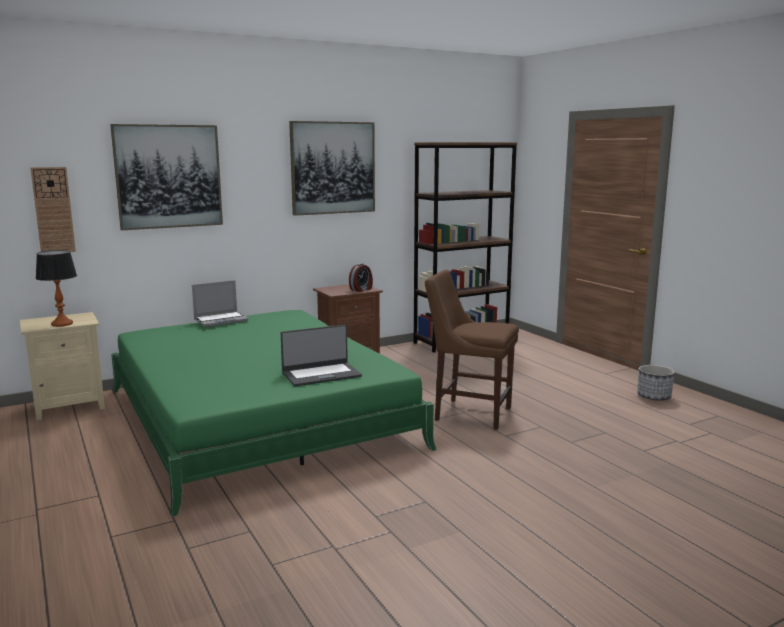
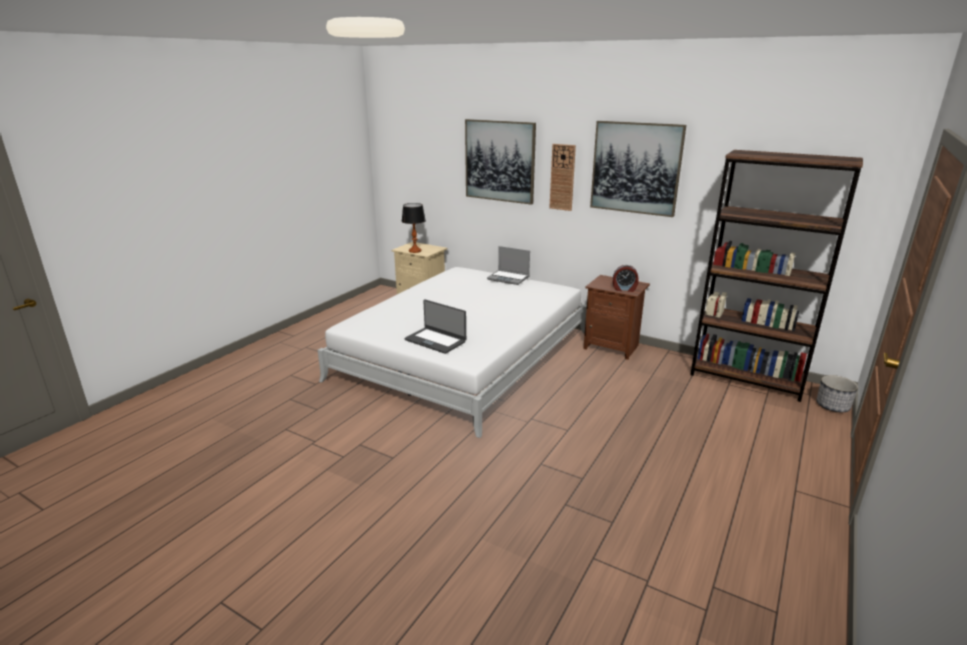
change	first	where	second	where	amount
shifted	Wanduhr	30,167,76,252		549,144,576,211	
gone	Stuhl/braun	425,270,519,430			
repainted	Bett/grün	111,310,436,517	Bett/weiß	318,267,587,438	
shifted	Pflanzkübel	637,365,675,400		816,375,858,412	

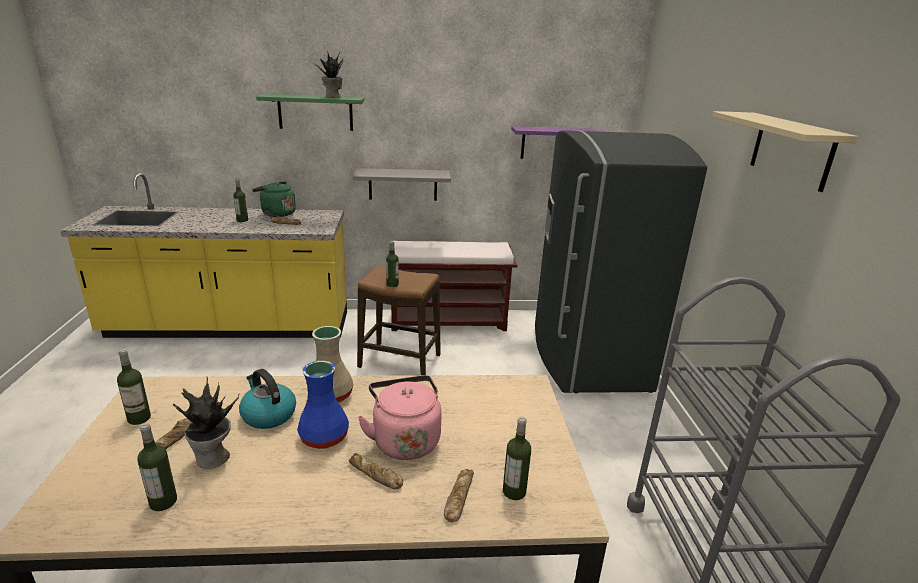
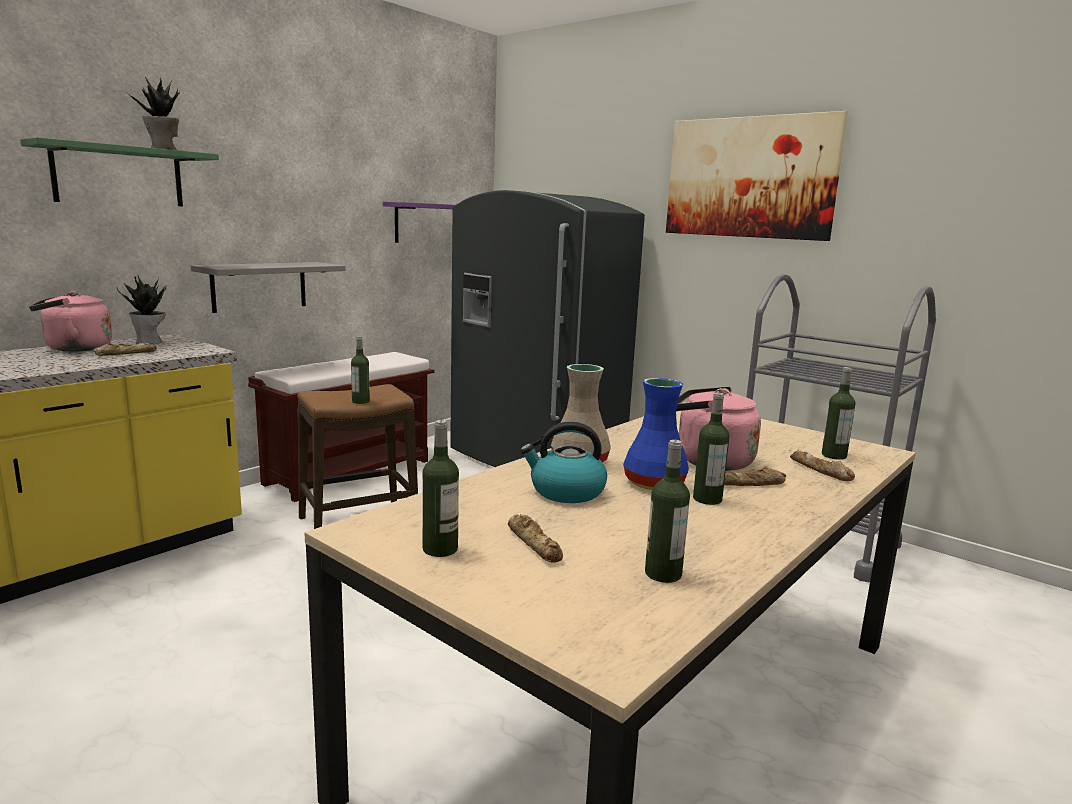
change	first	where	second	where	amount
swapped	Wandregal/beige	712,111,858,192	Bild	666,111,848,241	
shifted	Flasche	233,179,248,222		693,392,730,505	
repainted	Wasserkessel/grün	252,181,296,217	Wasserkessel/rosa	29,291,112,352	
shifted	Topfpflanze	173,377,239,469		116,274,166,344	

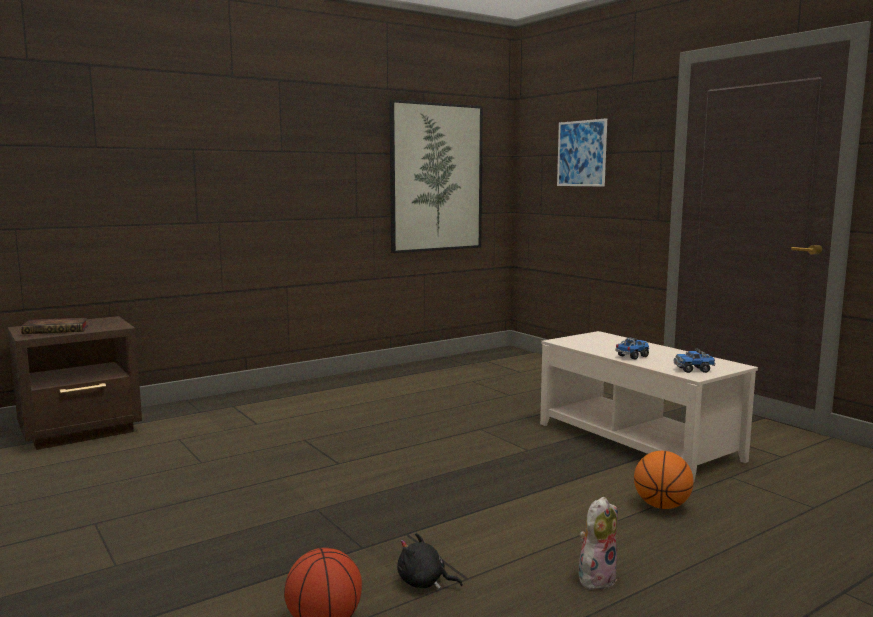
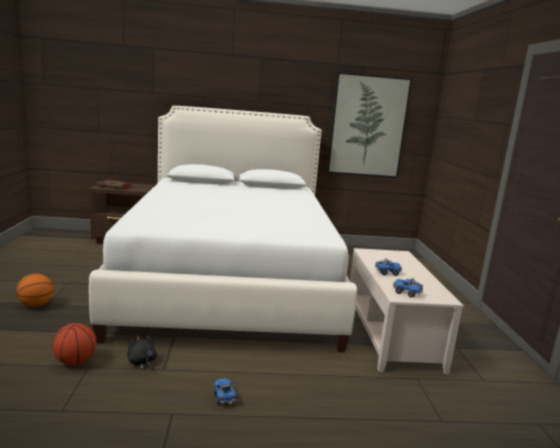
change	first	where	second	where	amount
gone	Bild	557,118,607,187			
shifted	Basketball	634,451,694,509		16,273,54,307	
swapped	Plüschtier	579,497,618,590	Spielzeuglaster	213,378,237,404	
new			Bett/weiß	89,106,357,352	

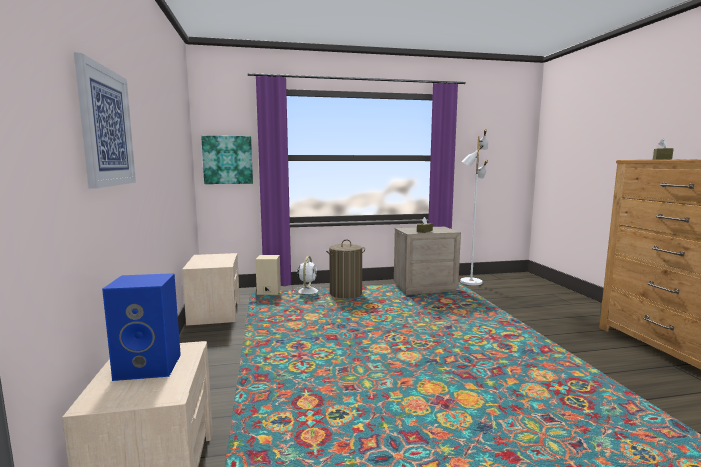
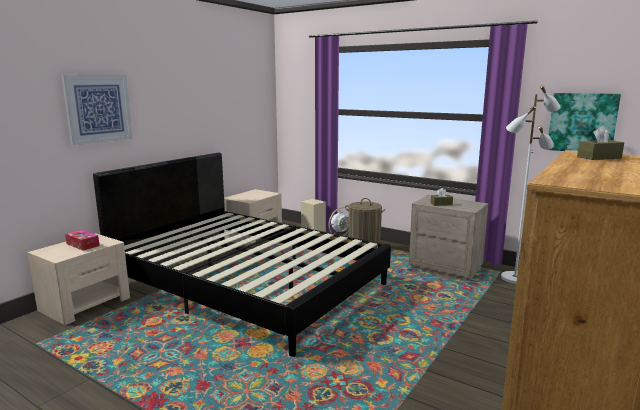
change	first	where	second	where	amount
shifted	Bild	201,136,253,184		549,93,621,151	
swapped	Lautsprecher/blau	102,273,181,381	Taschentuchbox	65,230,100,251	
new			Bett/schwarz	93,152,391,357	

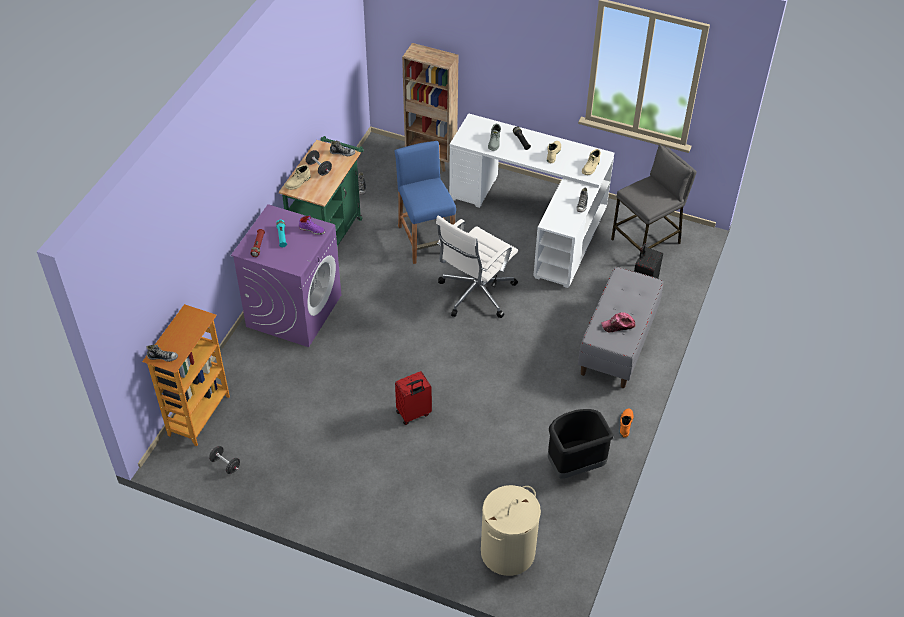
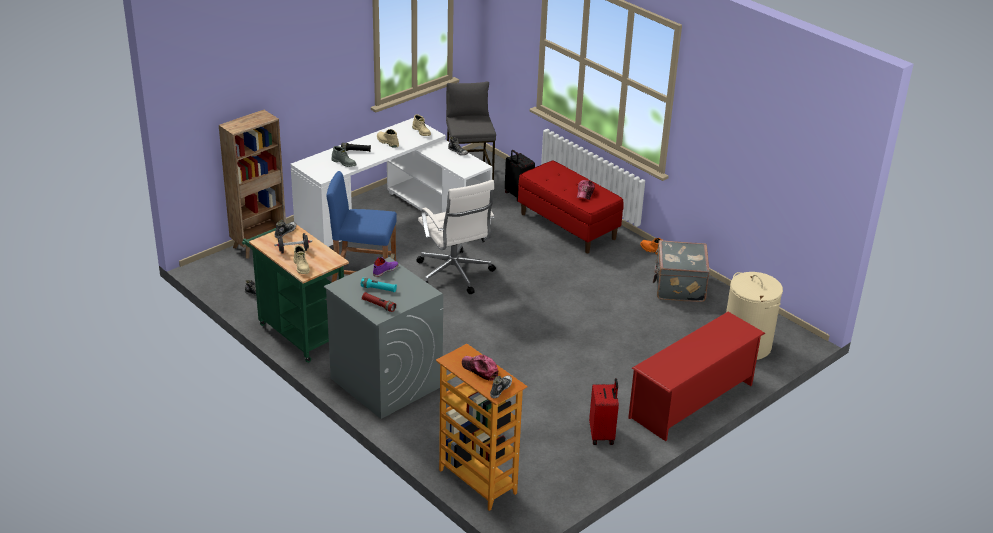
change	first	where	second	where	amount
repainted	Waschmaschine/lila	231,204,341,347	Waschmaschine/grau	324,257,443,419	
repainted	Bank/grau	578,267,663,388	Bank/rot	518,160,623,253	
shifted	Koffer/rot	395,371,432,425		589,378,619,445	
swapped	Mülleimer/schwarz	548,409,614,479	Koffer/grau	653,240,710,302	
gone	Hantel/schwarz	209,446,240,474			
new			Schuhregal/rot	628,312,765,441	
new			Kappe	462,355,498,381	

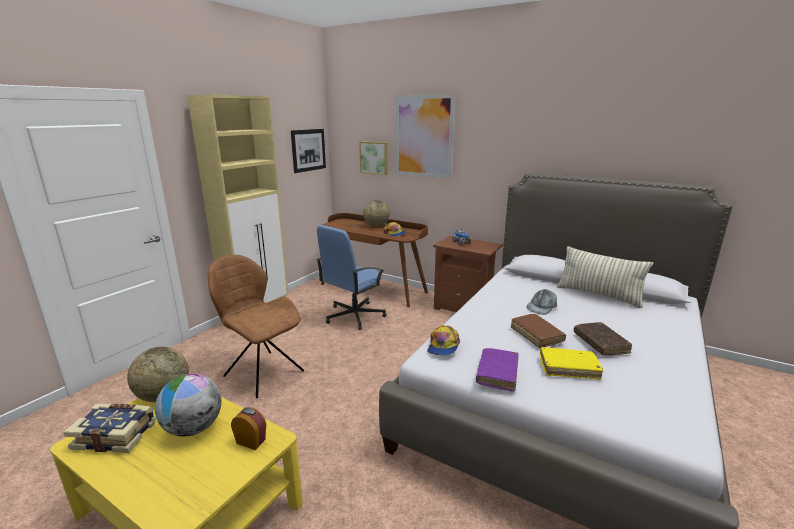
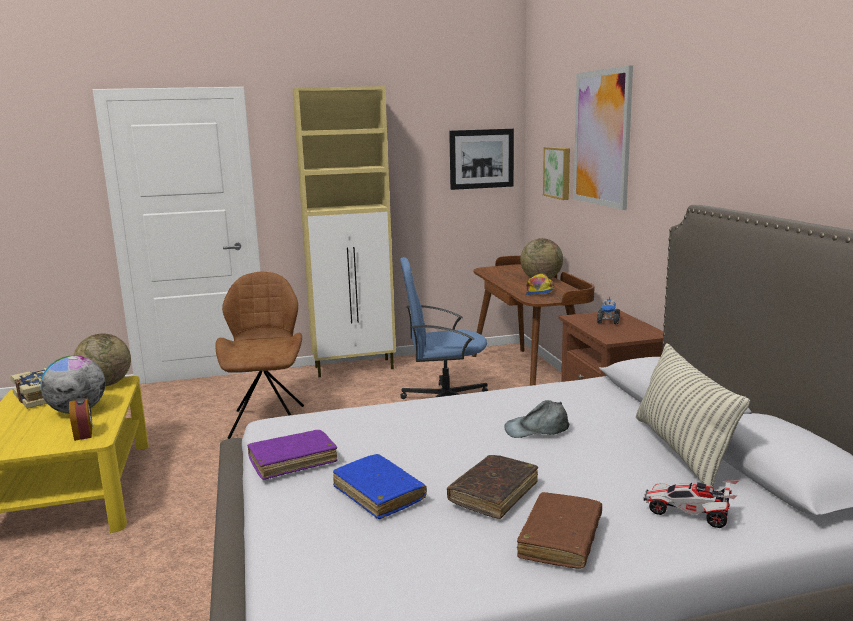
change	first	where	second	where	amount
shifted	Buch/braun	511,314,566,348		517,492,602,569	
gone	Kappe	427,325,460,355			
repainted	Buch/gelb	540,347,604,380	Buch/blau	333,454,427,519	
new			Spielzeugauto	643,480,738,528	

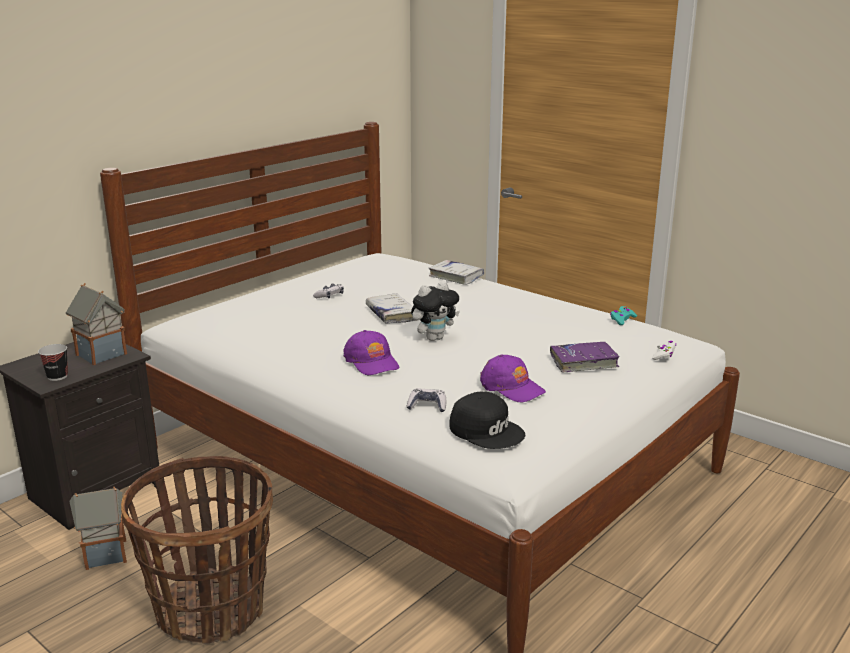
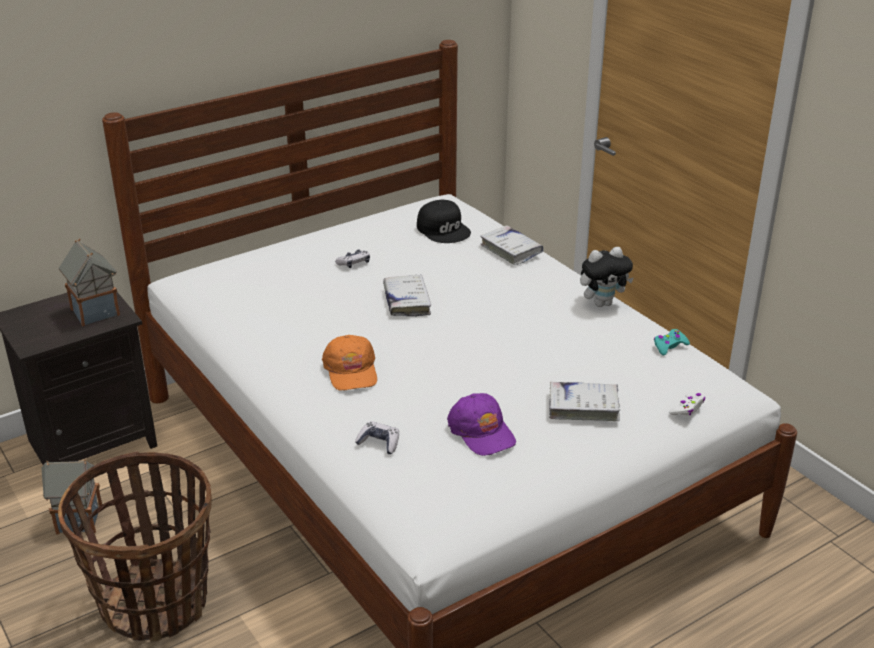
change	first	where	second	where	amount
shifted	Plüschtier	411,281,460,341		580,247,634,307	
repainted	Kappe/lila	343,330,399,376	Kappe/orange	322,335,377,391	
repainted	Buch/lila	550,342,620,373	Buch/weiß	549,382,621,421	
gone	Tasse	38,344,68,381			
shifted	Kappe/schwarz	449,392,525,449		417,200,471,243	

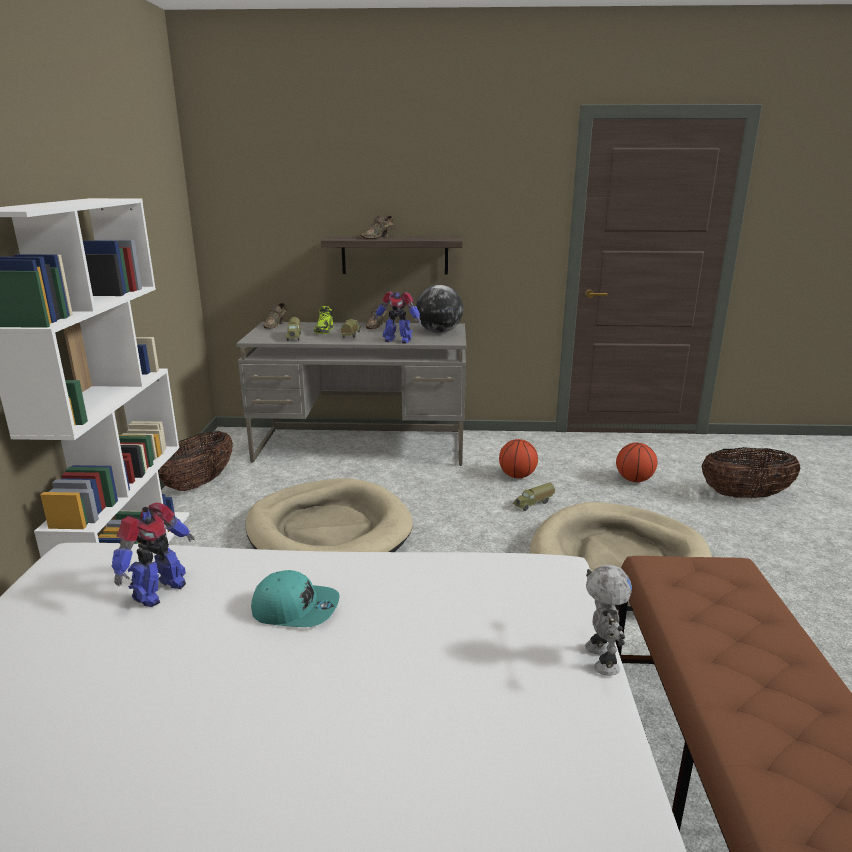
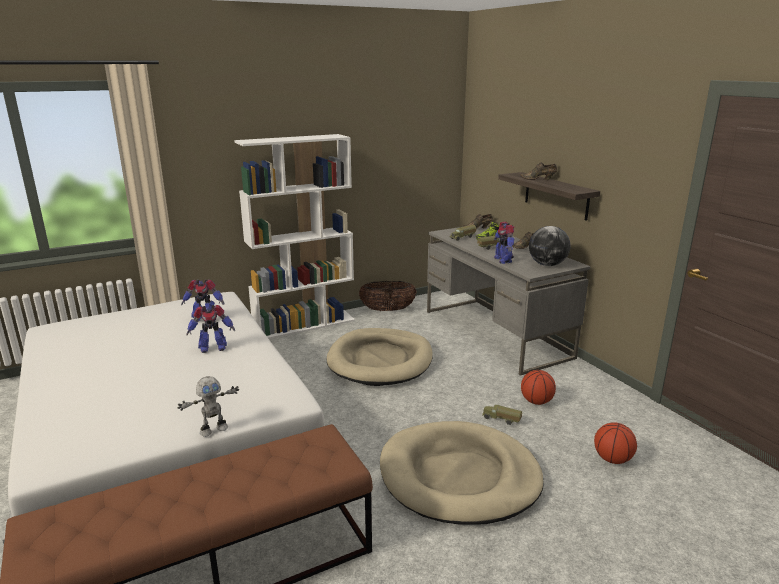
change	first	where	second	where	amount
gone	Korb	702,447,800,498			
swapped	Kappe/türkis	251,570,340,627	Spielzeugroboter	187,305,235,353	

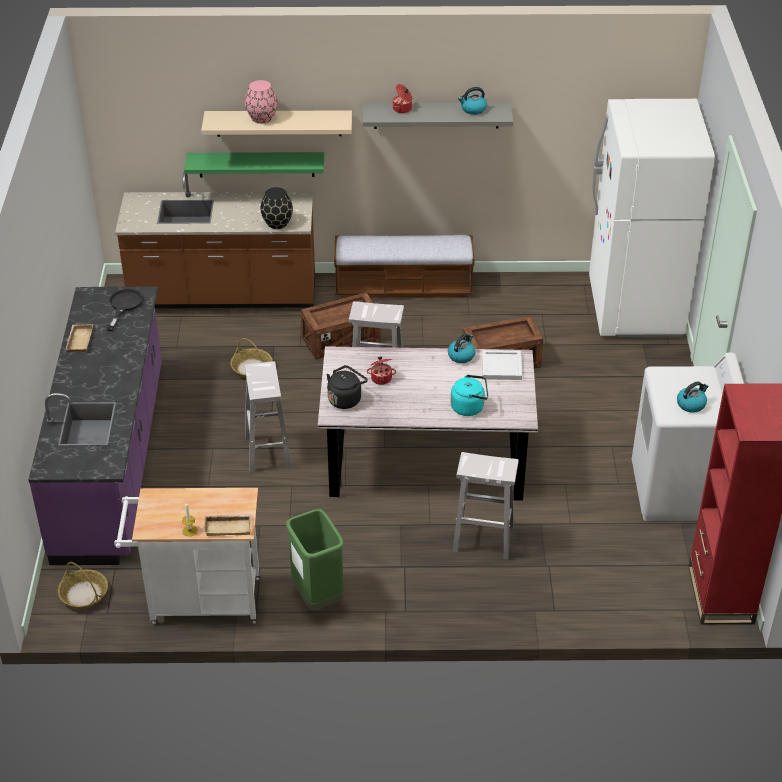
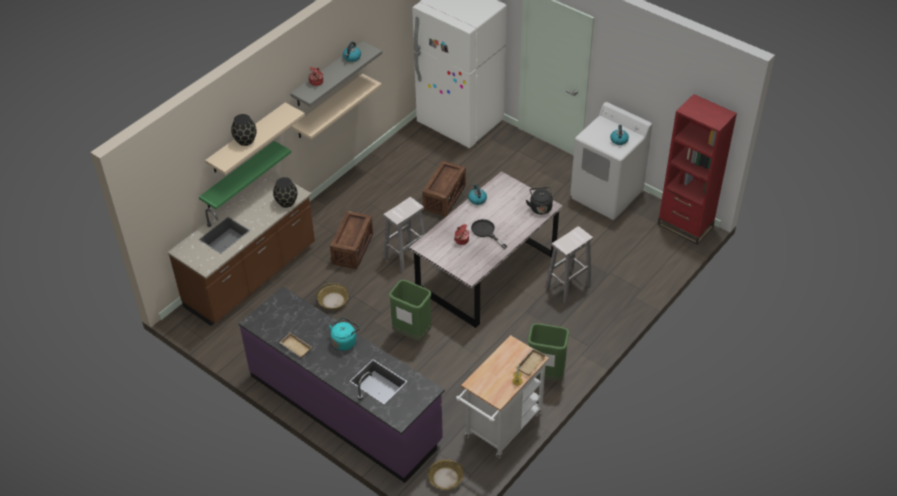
change	first	where	second	where	amount
repainted	Vase/rosa	245,80,278,124	Vase/schwarz	231,114,257,146	
gone	Bank	334,235,475,298			
shifted	Pfanne/schwarz	107,289,143,331		471,219,507,249	
gone	Tablett/weiß	482,350,522,380			
swapped	Hocker/weiß	245,361,292,473	Mülleimer/grün	389,280,432,341	
shifted	Wasserkessel/schwarz	326,365,368,409		526,187,553,214	
shifted	Wasserkessel/türkis	451,375,488,416		329,317,360,351	
new			Wandregal/beige	292,74,382,139	

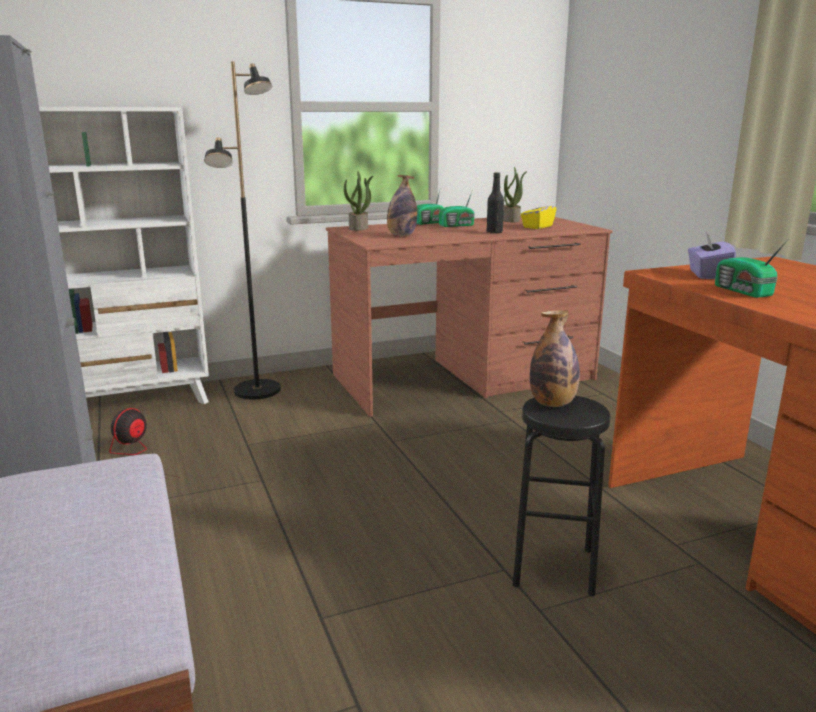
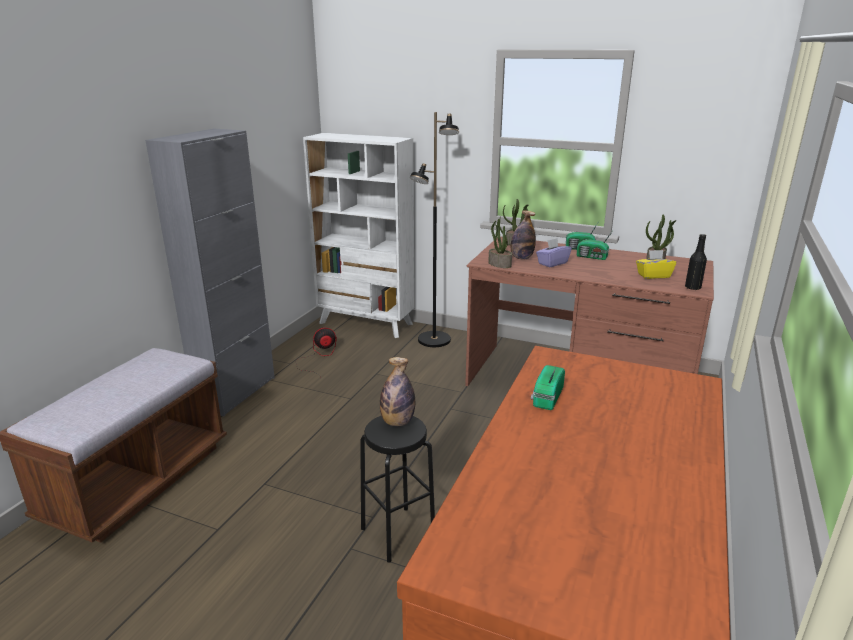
change	first	where	second	where	amount
shifted	Flasche/schwarz	487,172,504,234		685,234,707,290	
shifted	Taschentuchbox/lila	688,233,736,279		536,238,572,267	
new			Topfpflanze	488,216,512,268	

